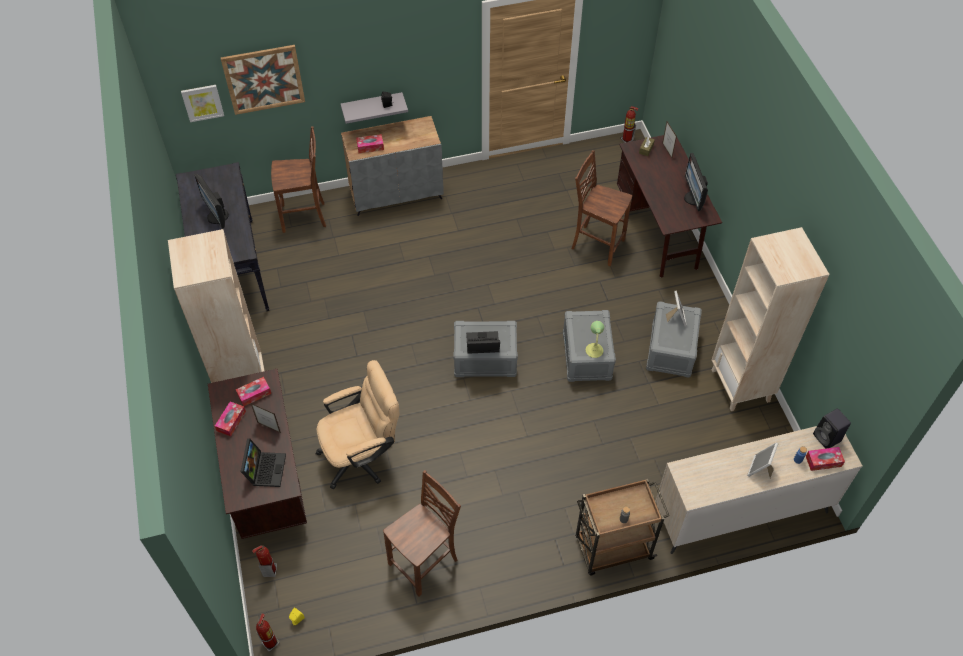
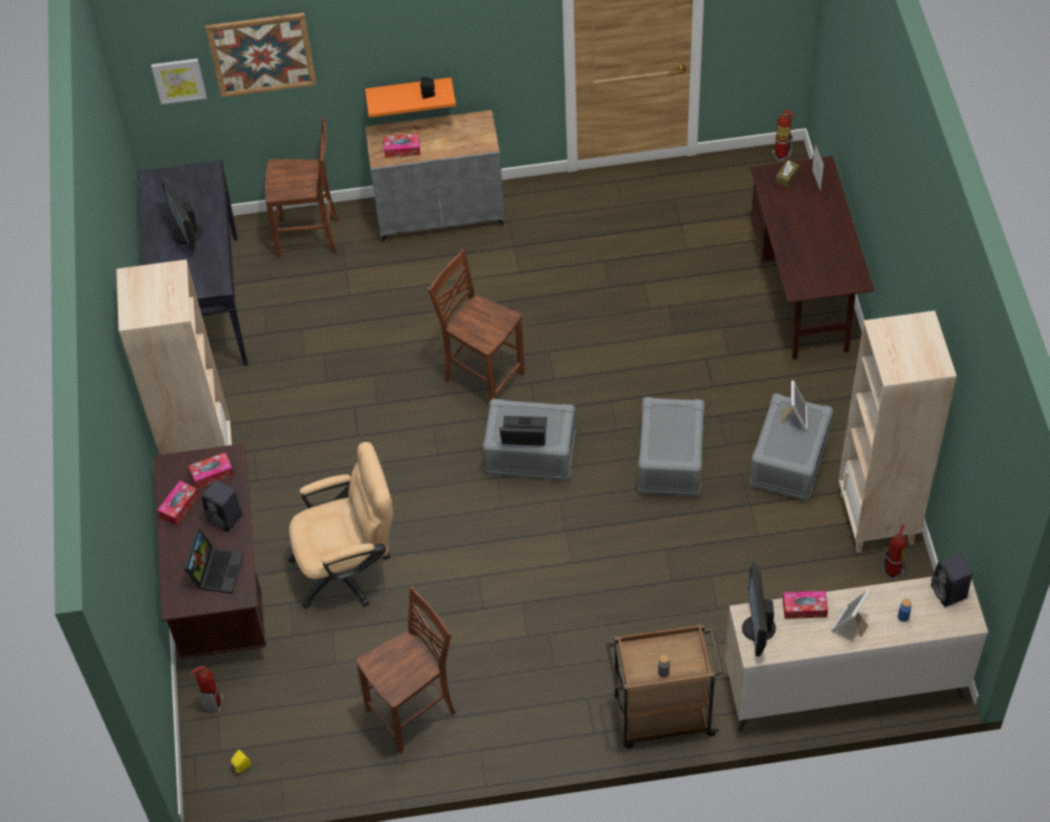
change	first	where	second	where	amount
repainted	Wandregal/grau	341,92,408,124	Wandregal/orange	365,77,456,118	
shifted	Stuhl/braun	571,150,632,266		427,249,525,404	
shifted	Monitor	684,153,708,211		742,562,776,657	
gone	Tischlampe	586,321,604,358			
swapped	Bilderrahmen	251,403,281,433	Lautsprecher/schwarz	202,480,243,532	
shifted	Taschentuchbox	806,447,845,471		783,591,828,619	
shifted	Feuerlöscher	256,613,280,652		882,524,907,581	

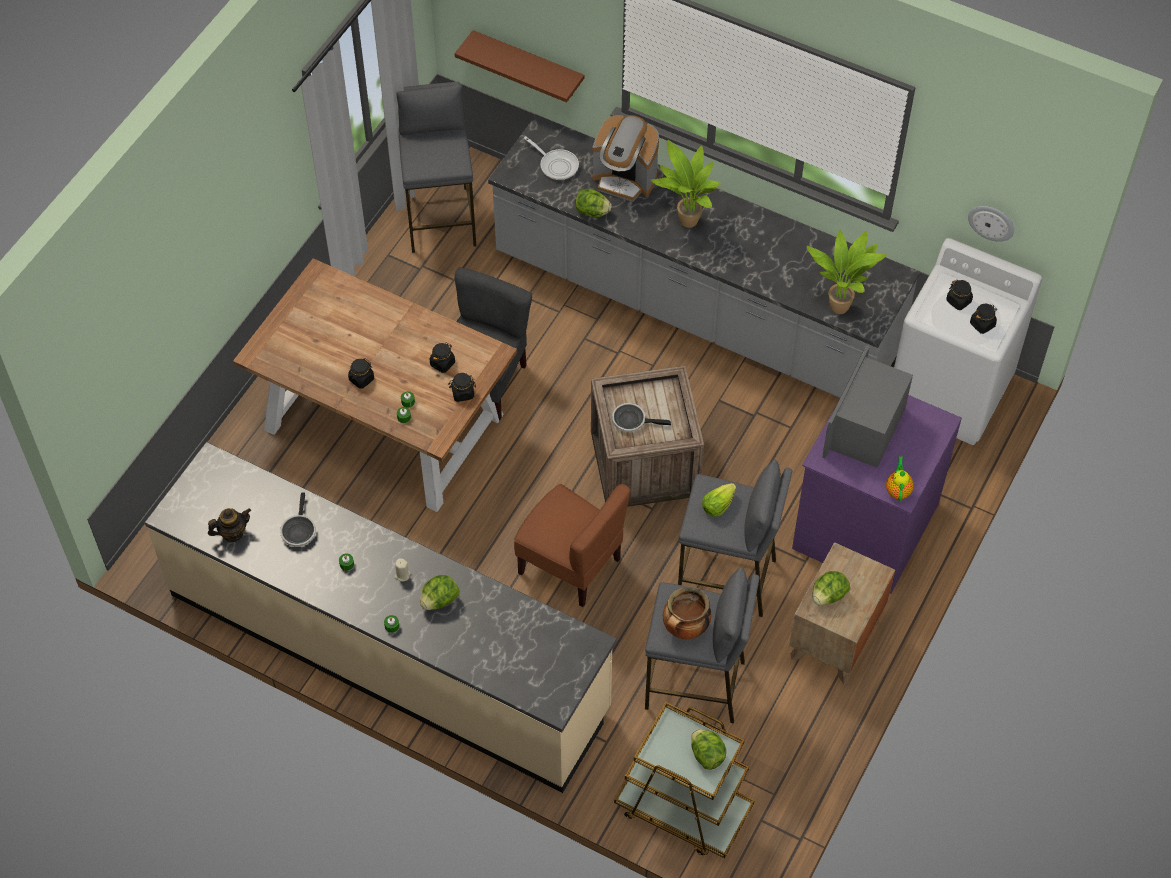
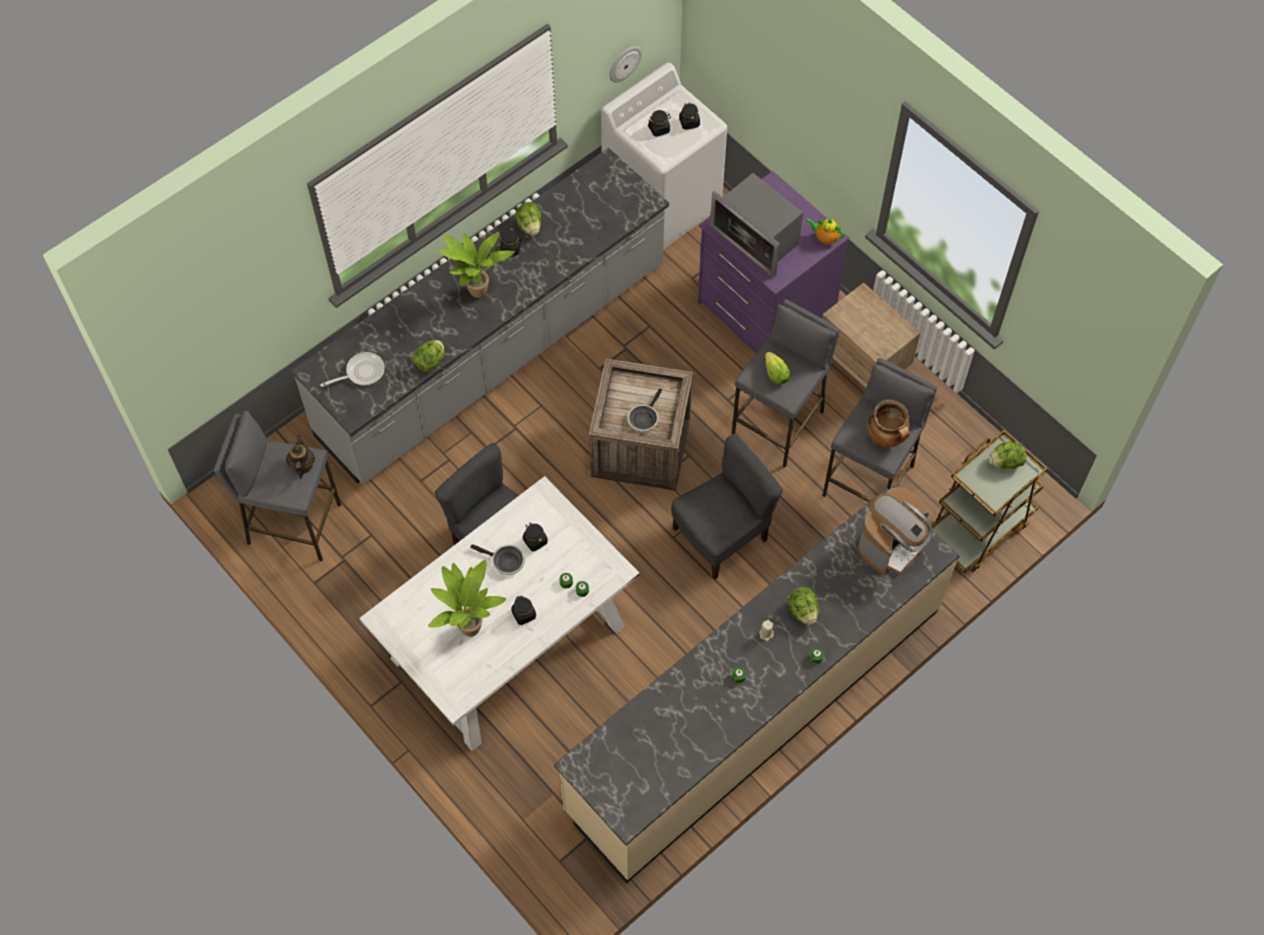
change	first	where	second	where	amount
gone	Wandregal/braun	454,30,584,103			
shifted	Kaffeemaschine	592,115,659,202		858,487,933,576	
shifted	Topfpflanze	807,230,887,314		428,560,506,637	
repainted	Esstisch/braun	233,258,517,512	Esstisch/weiß	360,476,640,751	
shifted	Vorratsglas/schwarz	448,373,476,402		500,228,521,256	
repainted	Stuhl/braun	514,484,631,607	Stuhl/grau	671,434,783,580	
shifted	Pfanne	280,493,316,546		470,544,525,575	
shifted	Teekanne	208,508,251,542		286,435,315,479	
shifted	Salatkopf	812,571,850,605		515,202,541,235	

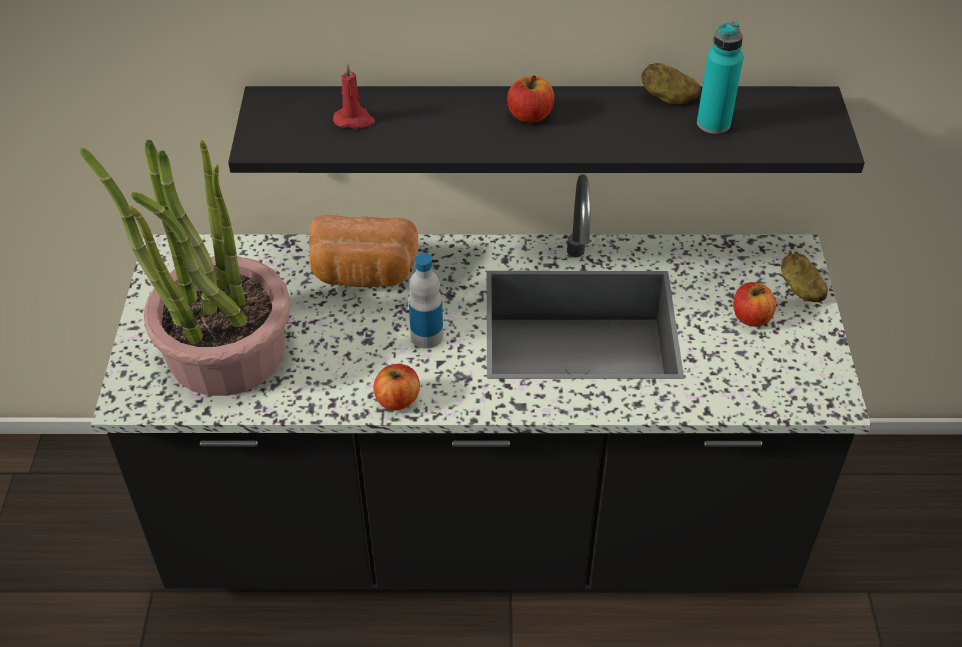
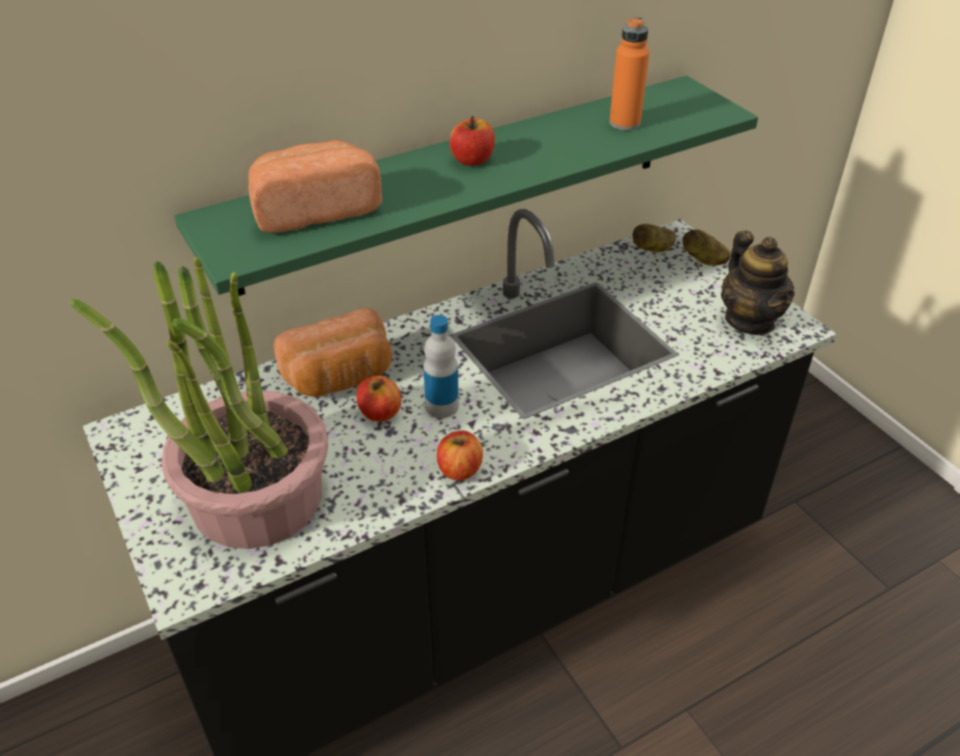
change	first	where	second	where	amount
repainted	Flasche/türkis	697,22,743,134	Flasche/orange	609,16,650,130	
swapped	Kerze/rot	333,63,375,129	Brot	249,140,382,233	
shifted	Kartoffel	641,63,700,104		633,224,676,253	
repainted	Wandregal/schwarz	228,86,865,173	Wandregal/grün	174,76,758,296	
shifted	Apfel	733,282,776,327		356,376,401,422	
new			Teekanne	721,231,795,335	

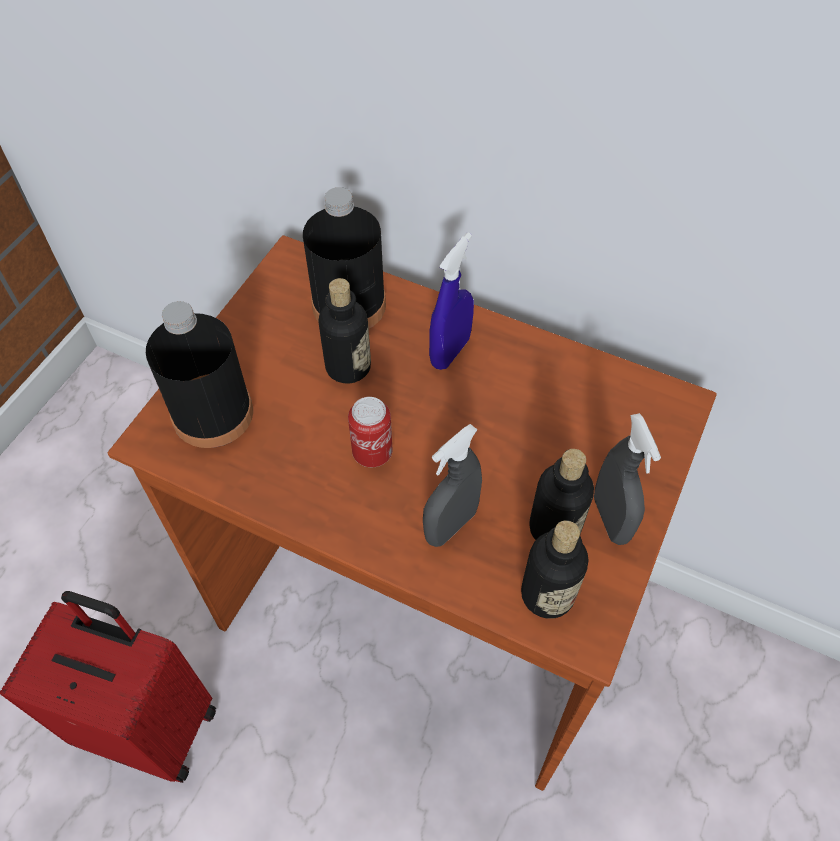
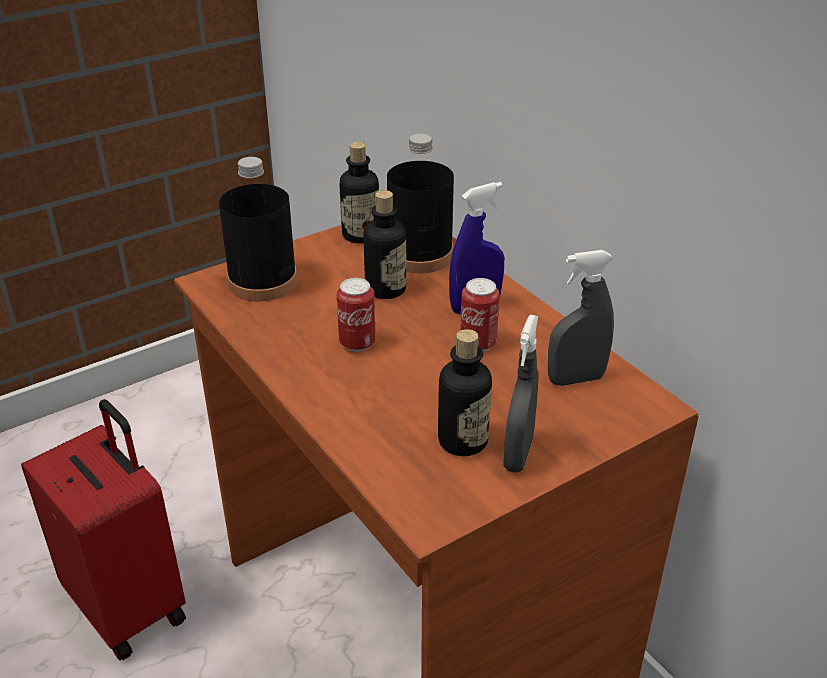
change	first	where	second	where	amount
shifted	Sprühflasche/grau	423,424,482,547		548,250,614,386	
shifted	Flasche	521,520,589,619		340,142,379,243	
new			Dose	461,278,500,351	

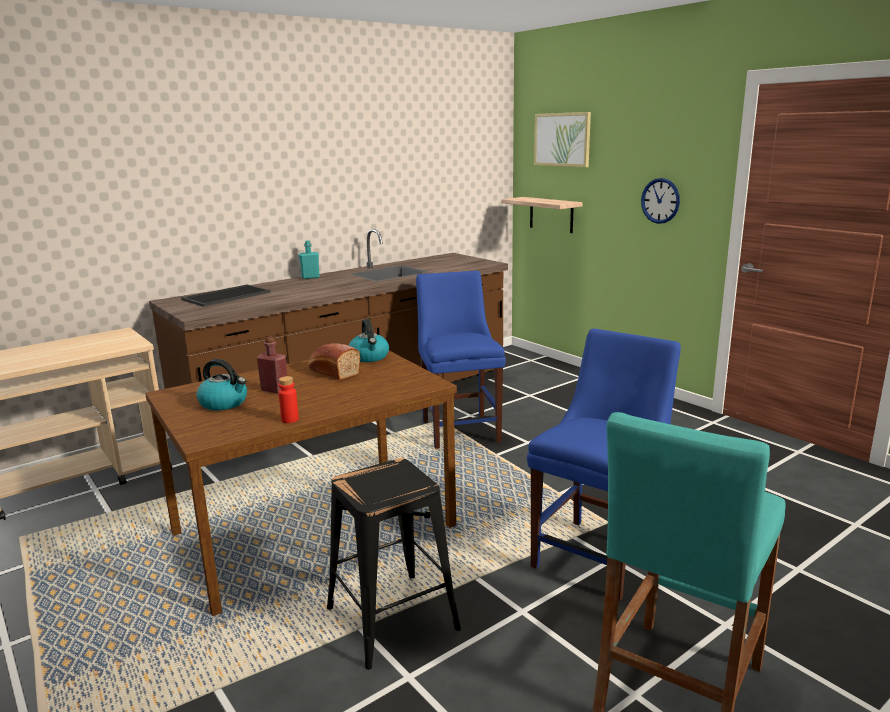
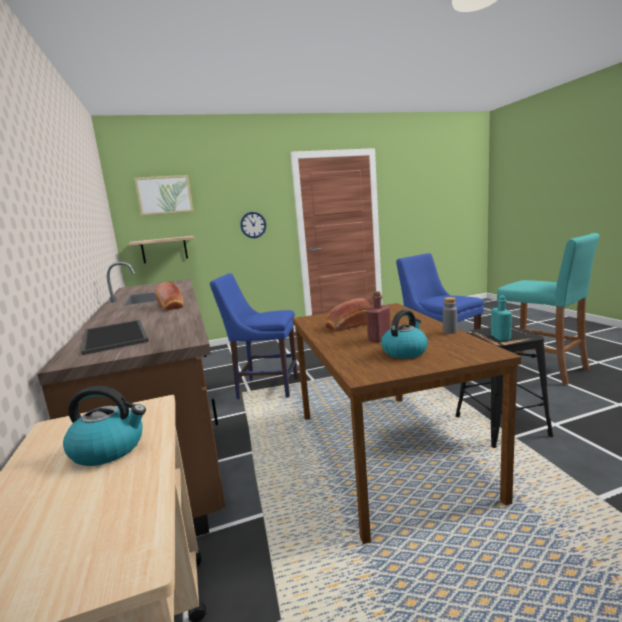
change	first	where	second	where	amount
shifted	Flasche/türkis	299,240,320,279		491,296,512,341	
shifted	Wasserkessel	349,319,389,362		63,386,146,466	
repainted	Flasche/rot	278,376,299,423	Flasche/grau	443,297,457,334	
new			Brot	154,282,184,311	

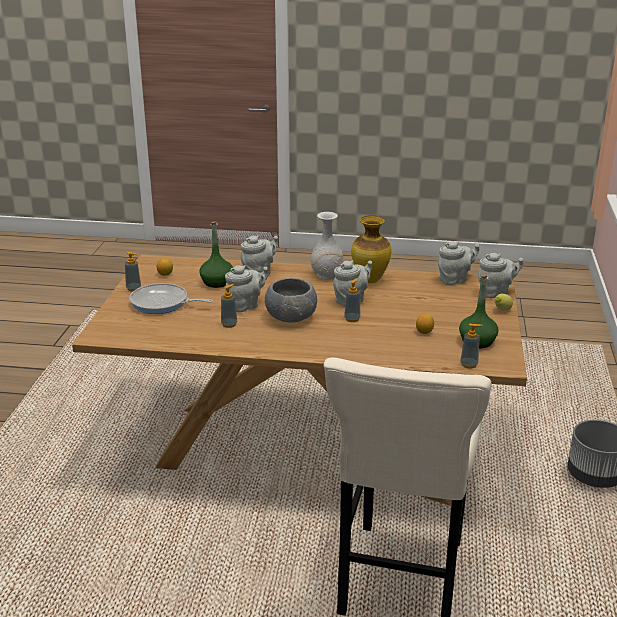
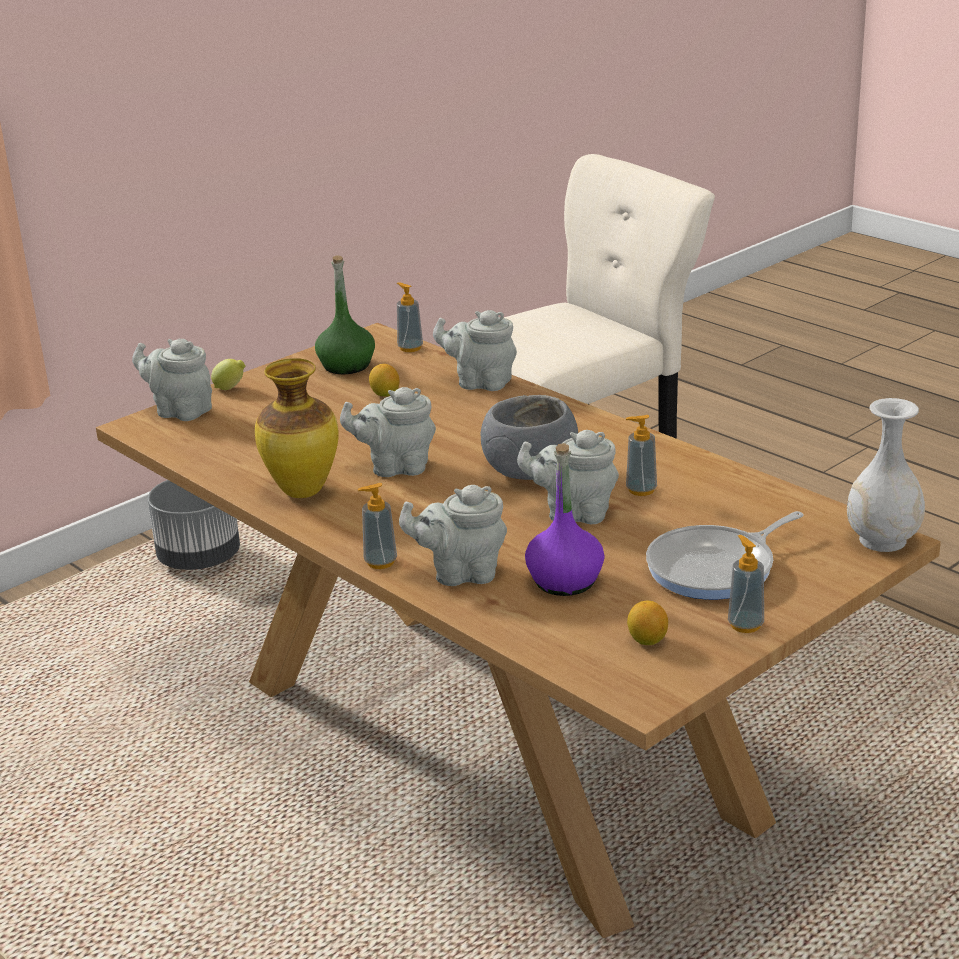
change	first	where	second	where	amount
shifted	Vase/weiß	311,212,343,280		847,398,925,552	
repainted	Flasche/grün	199,221,233,288	Flasche/lila	525,443,604,596	
shifted	Teekanne/grau	438,241,479,285		433,310,517,391	
shifted	Seifenspender	344,278,361,322		358,483,397,569	
rotated	Pfanne	129,283,213,314		646,511,804,600	90 degrees clockwise

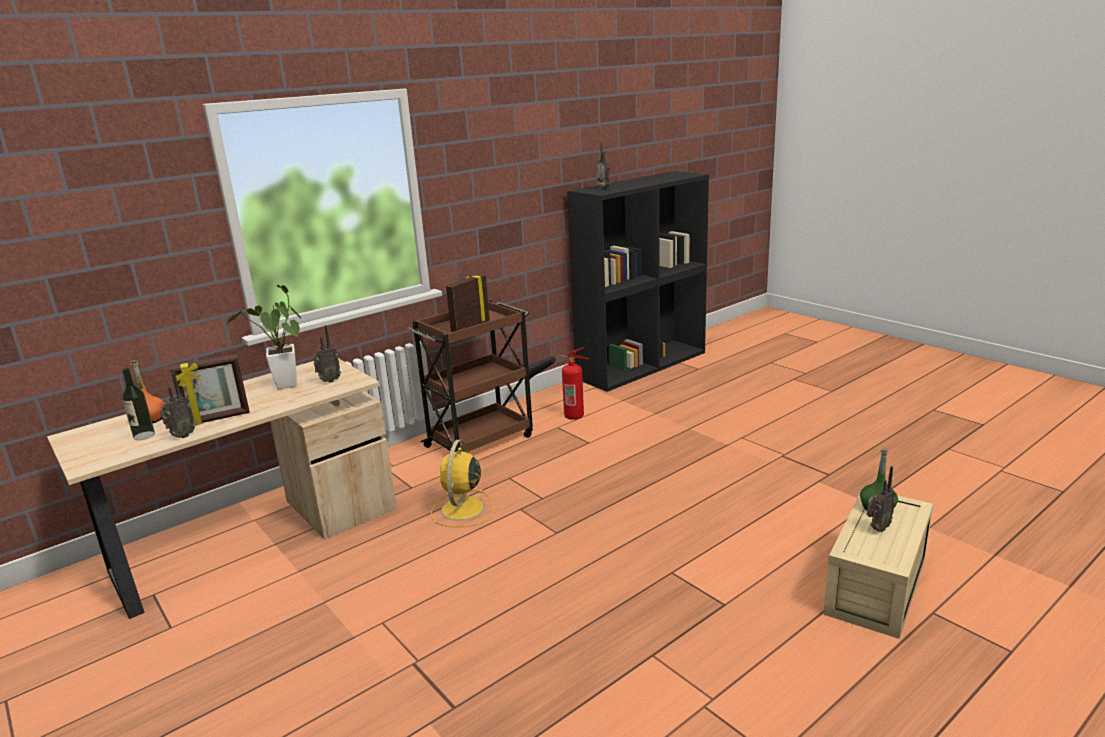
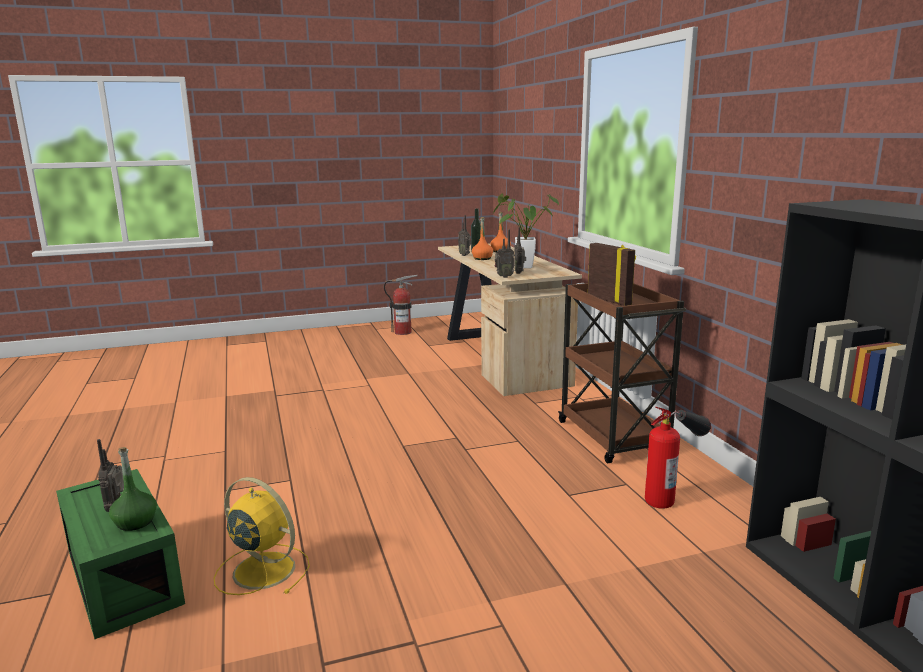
change	first	where	second	where	amount
shifted	Radio	595,143,610,189		495,230,515,278	
swapped	Bilderrahmen	170,354,250,425	Flasche/orange	472,217,493,260	
shifted	Ventilator/gelb	431,440,494,527		214,477,310,595	
repainted	Aufbewahrungsbox/beige	823,488,933,639	Aufbewahrungsbox/grün	56,469,185,639	
new			Feuerlöscher	384,275,418,335	

